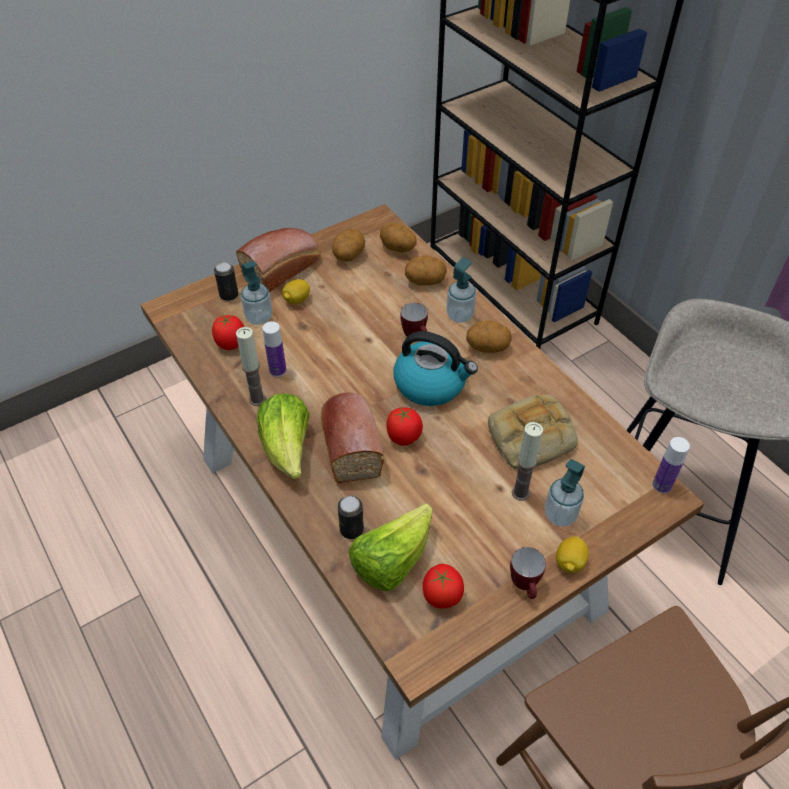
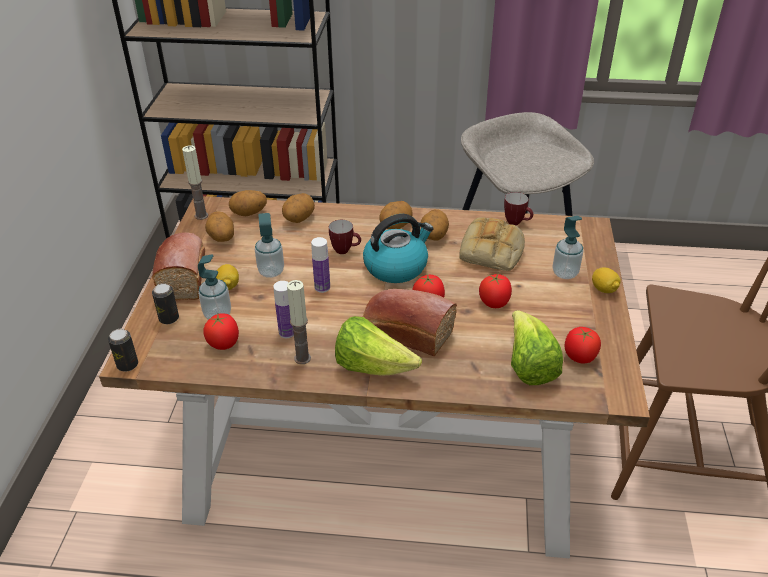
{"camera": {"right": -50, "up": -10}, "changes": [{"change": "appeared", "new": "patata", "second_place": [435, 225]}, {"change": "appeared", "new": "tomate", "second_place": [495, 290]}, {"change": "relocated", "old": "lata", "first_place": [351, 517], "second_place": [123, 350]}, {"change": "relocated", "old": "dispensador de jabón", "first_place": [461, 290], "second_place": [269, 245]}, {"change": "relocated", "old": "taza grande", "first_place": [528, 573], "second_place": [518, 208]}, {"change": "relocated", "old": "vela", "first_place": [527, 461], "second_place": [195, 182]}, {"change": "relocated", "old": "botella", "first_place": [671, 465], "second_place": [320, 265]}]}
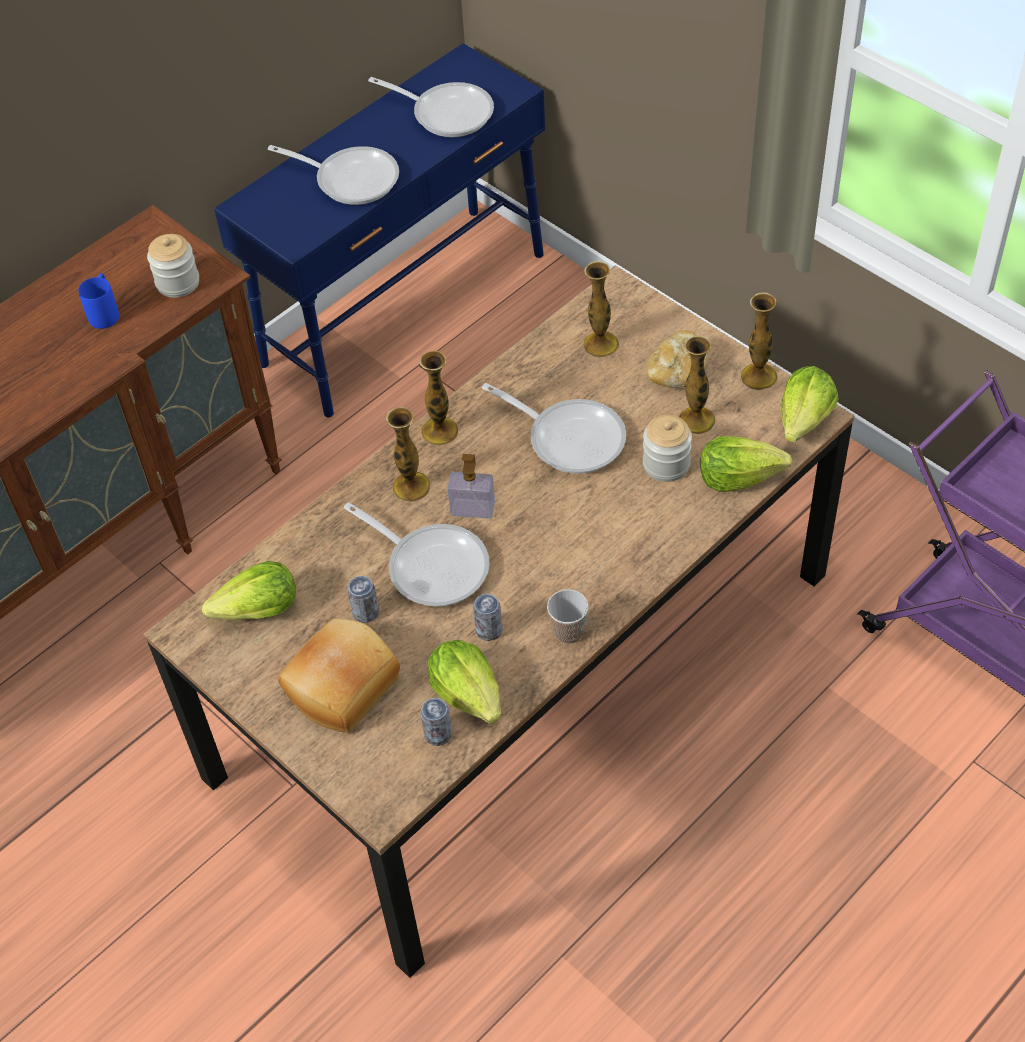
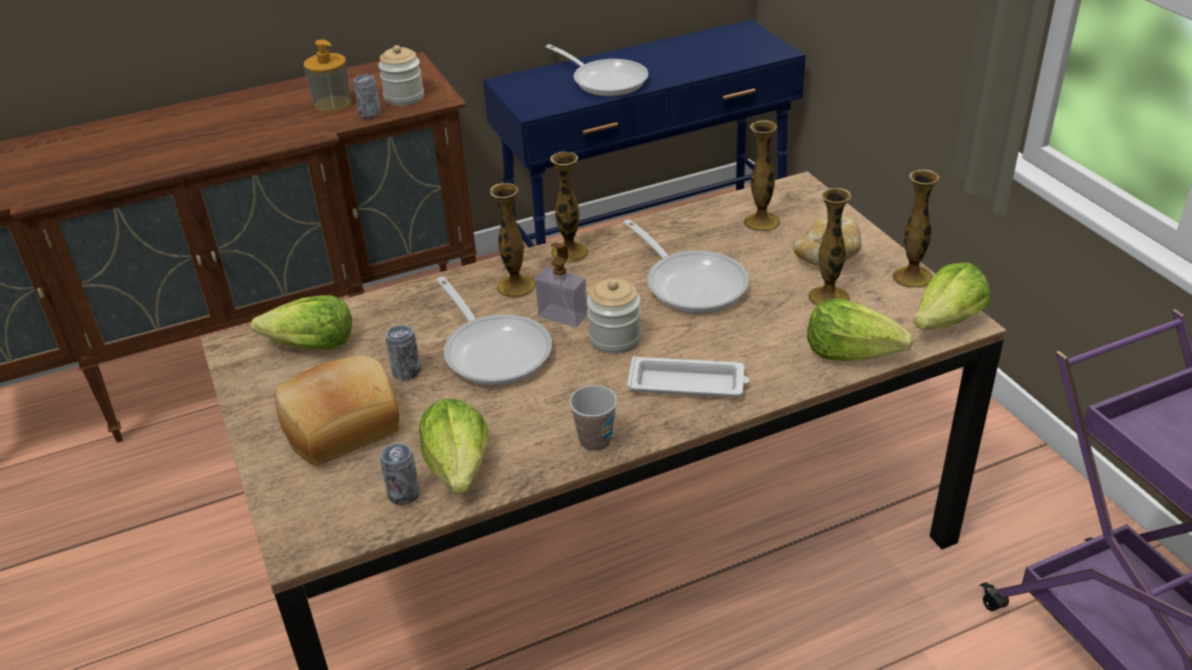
{"camera": {"right": 20, "up": -15}, "changes": [{"change": "missing", "old": "sartén", "first_place": [431, 107]}, {"change": "appeared", "new": "bandeja [blanco]", "second_place": [688, 376]}, {"change": "relocated", "old": "lata", "first_place": [488, 617], "second_place": [367, 97]}, {"change": "relocated", "old": "tarro", "first_place": [667, 448], "second_place": [614, 316]}, {"change": "exchanged", "old": "taza grande [azul]", "new": "dispensador de jabón", "first_place": [98, 301], "second_place": [327, 76]}]}
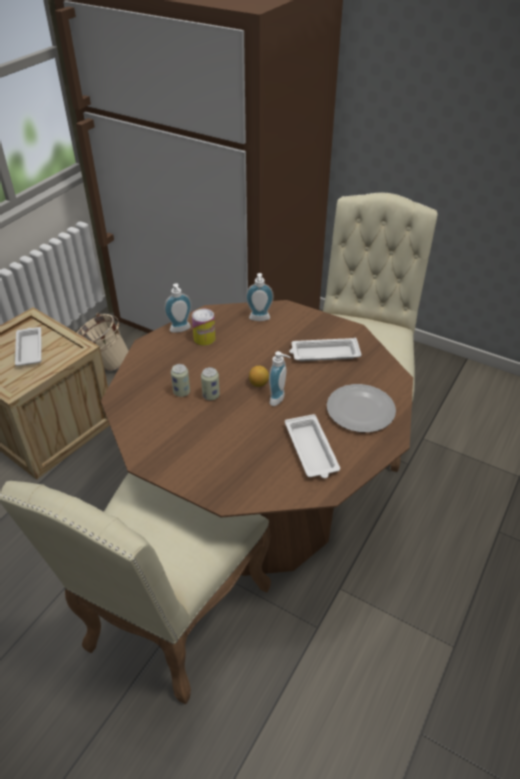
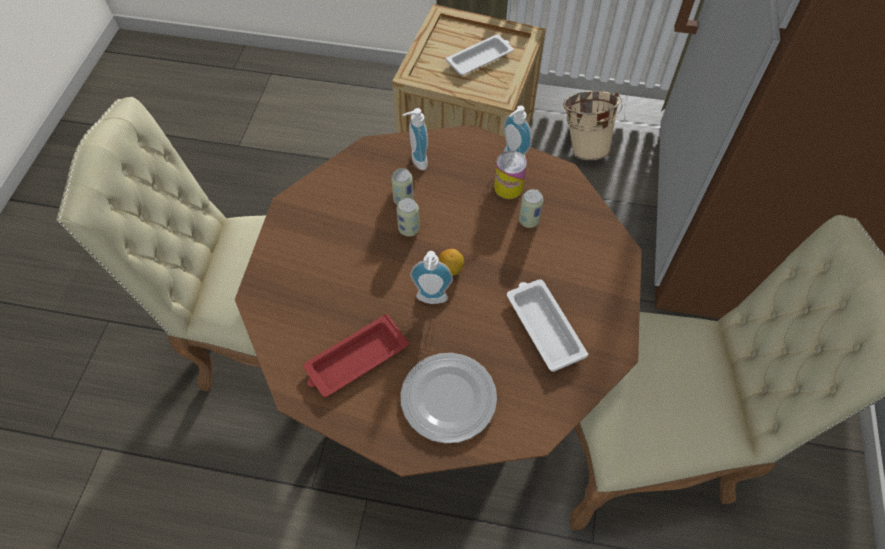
{"camera": {"right": 70, "up": 15}, "changes": [{"change": "appeared", "new": "lata", "second_place": [531, 208]}, {"change": "relocated", "old": "dispensador de jabón", "first_place": [260, 297], "second_place": [415, 139]}, {"change": "colour", "old": "bandeja [blanco]", "new": "bandeja [rojo]", "first_place": [312, 446], "second_place": [356, 355]}]}
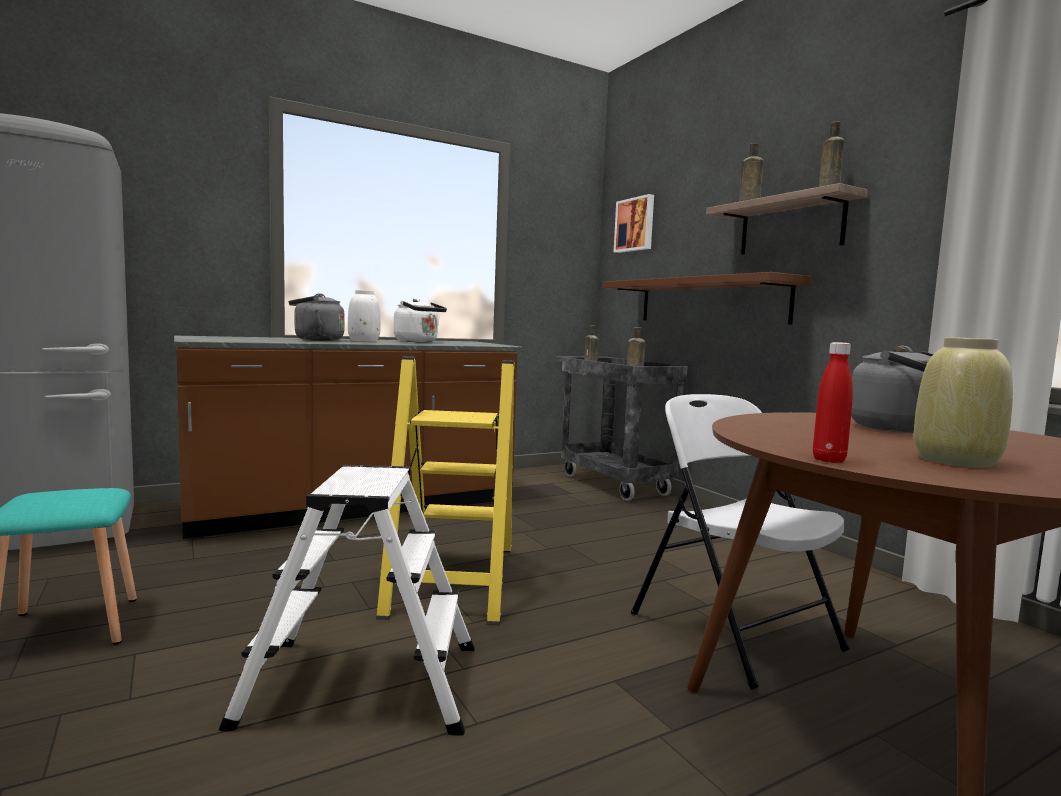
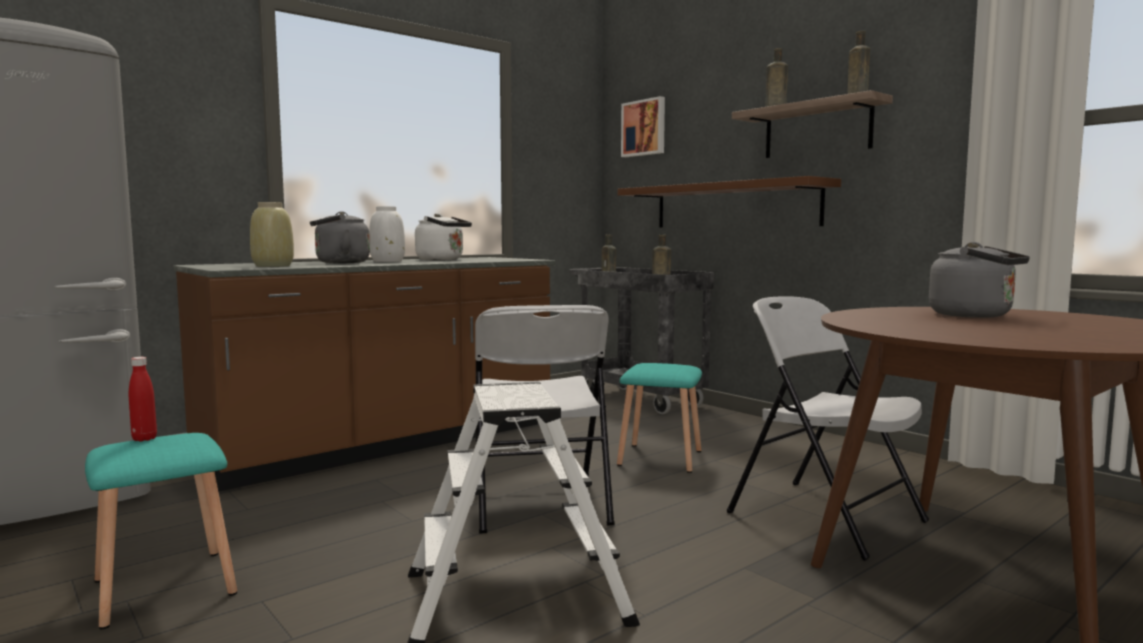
{"camera": {"right": -10, "up": 0}, "changes": [{"change": "appeared", "new": "taburete [turquesa]", "second_place": [659, 418]}, {"change": "relocated", "old": "botella [rojo]", "first_place": [833, 402], "second_place": [143, 399]}, {"change": "relocated", "old": "florero [beis]", "first_place": [963, 402], "second_place": [272, 234]}, {"change": "exchanged", "old": "escalera de tijera [amarillo]", "new": "silla [blanco]", "first_place": [445, 490], "second_place": [545, 419]}]}
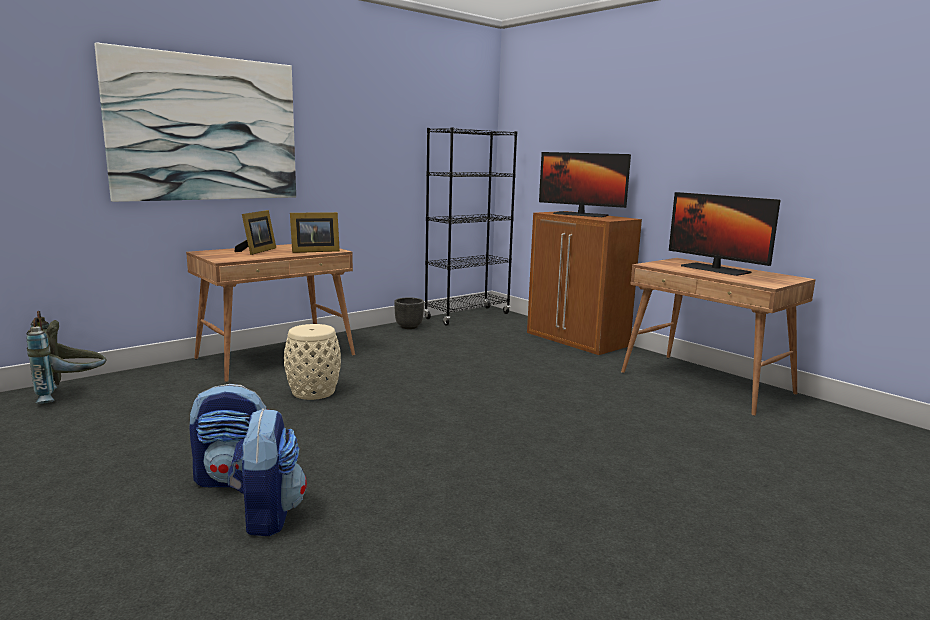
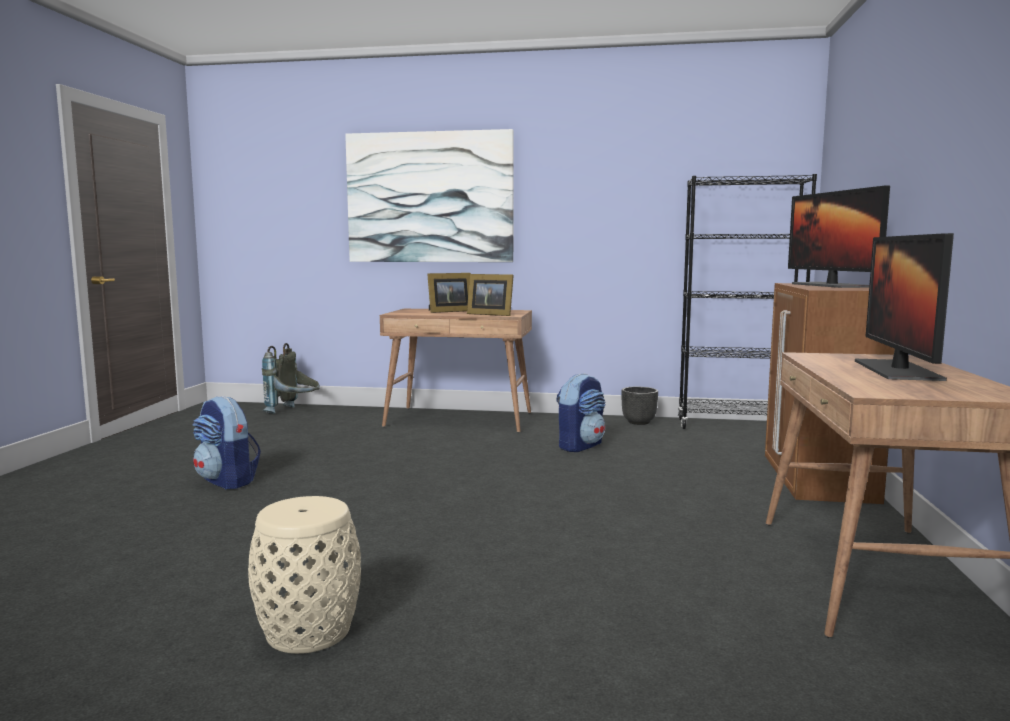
{"camera": {"right": 50, "up": -5}, "changes": [{"change": "relocated", "old": "mochila", "first_place": [267, 472], "second_place": [581, 412]}, {"change": "relocated", "old": "taburete [beis]", "first_place": [312, 362], "second_place": [304, 575]}]}
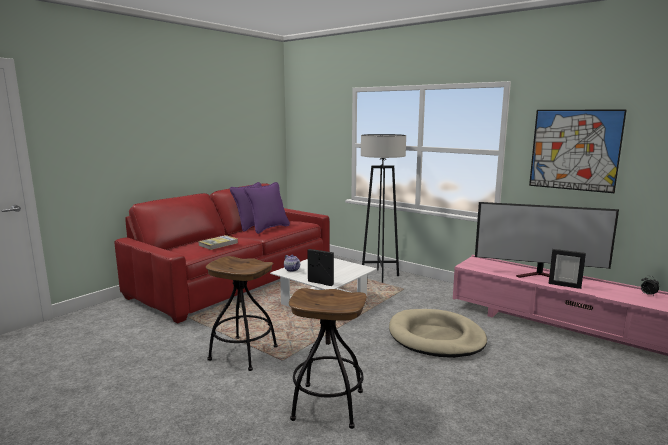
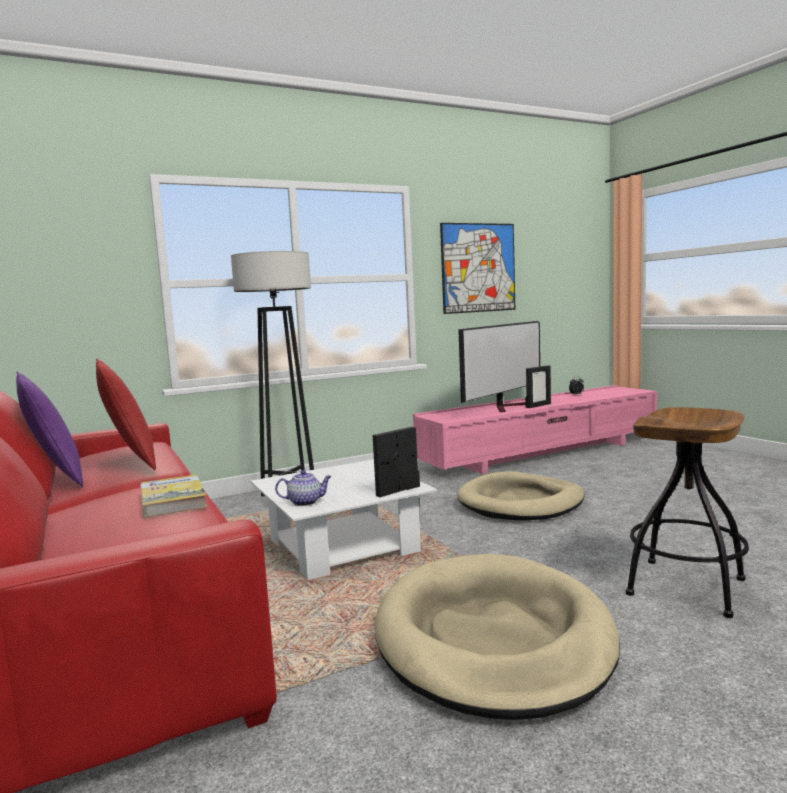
{"camera": {"right": -65, "up": -5}, "changes": [{"change": "exchanged", "old": "taburete [marrón]", "new": "cama para perro [beis]", "first_place": [242, 313], "second_place": [497, 637]}, {"change": "colour", "old": "cojín [morado]", "new": "cojín [rojo]", "first_place": [267, 208], "second_place": [126, 414]}]}
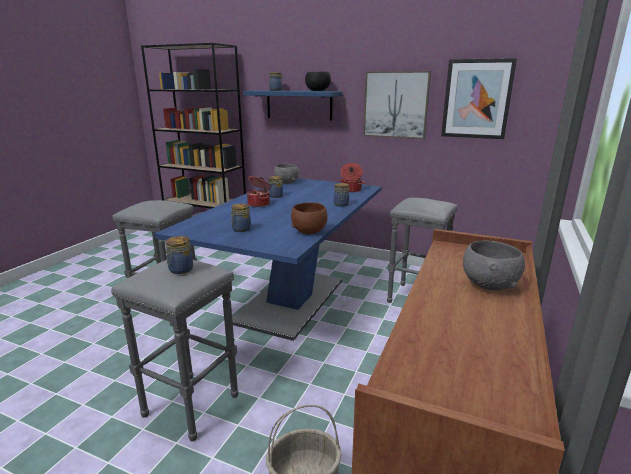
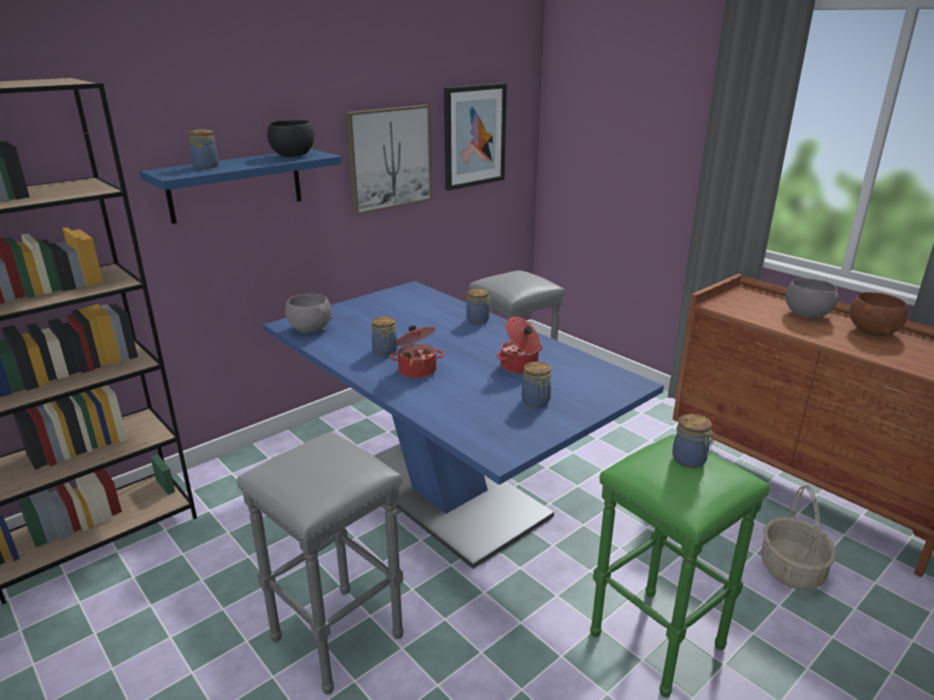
{"camera": {"right": -65, "up": 5}, "changes": [{"change": "relocated", "old": "cuenco [marrón]", "first_place": [309, 218], "second_place": [879, 314]}, {"change": "relocated", "old": "olla", "first_place": [352, 177], "second_place": [520, 345]}, {"change": "colour", "old": "taburete [gris]", "new": "taburete [verde]", "first_place": [175, 350], "second_place": [680, 566]}]}
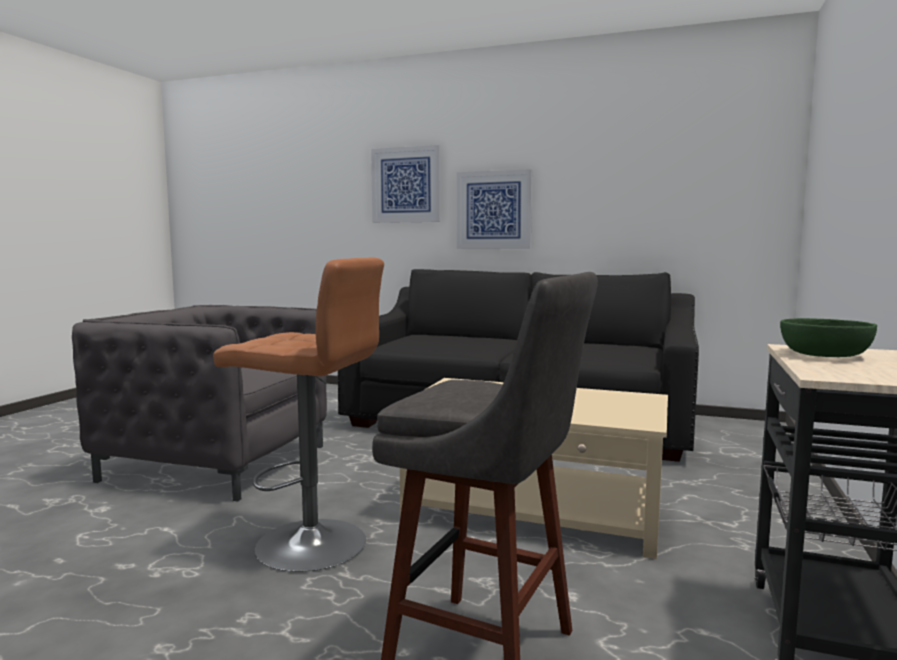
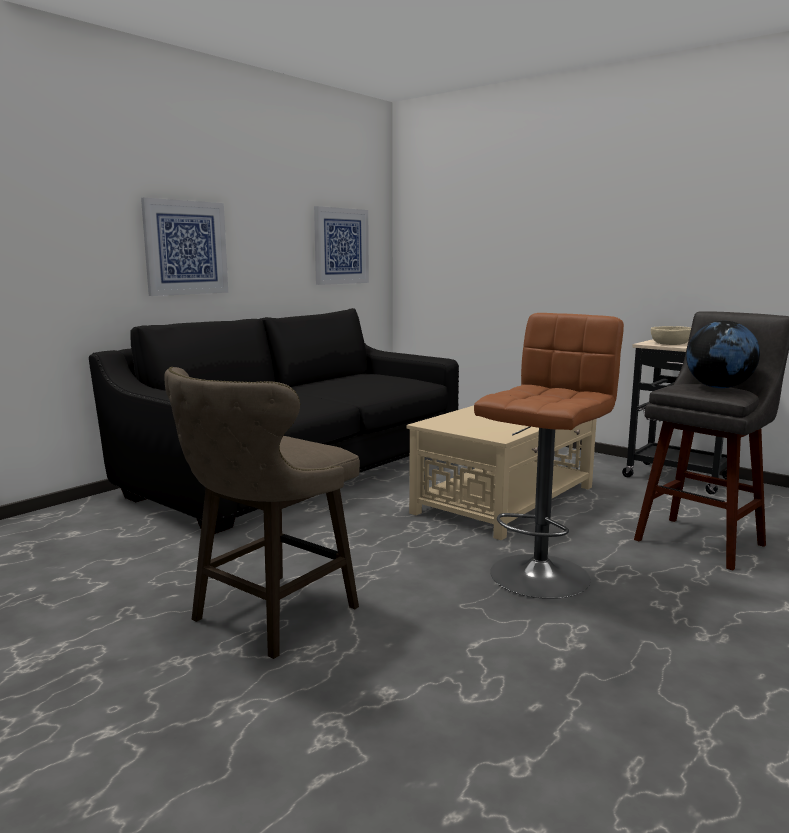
{"camera": {"right": -70, "up": 5}, "changes": [{"change": "appeared", "new": "globo terráqueo", "second_place": [723, 354]}, {"change": "relocated", "old": "cuadro", "first_place": [406, 184], "second_place": [341, 245]}, {"change": "exchanged", "old": "sillón [gris]", "new": "taburete [beis]", "first_place": [199, 403], "second_place": [262, 513]}, {"change": "colour", "old": "cuenco [verde]", "new": "cuenco [beis]", "first_place": [828, 337], "second_place": [671, 335]}]}
